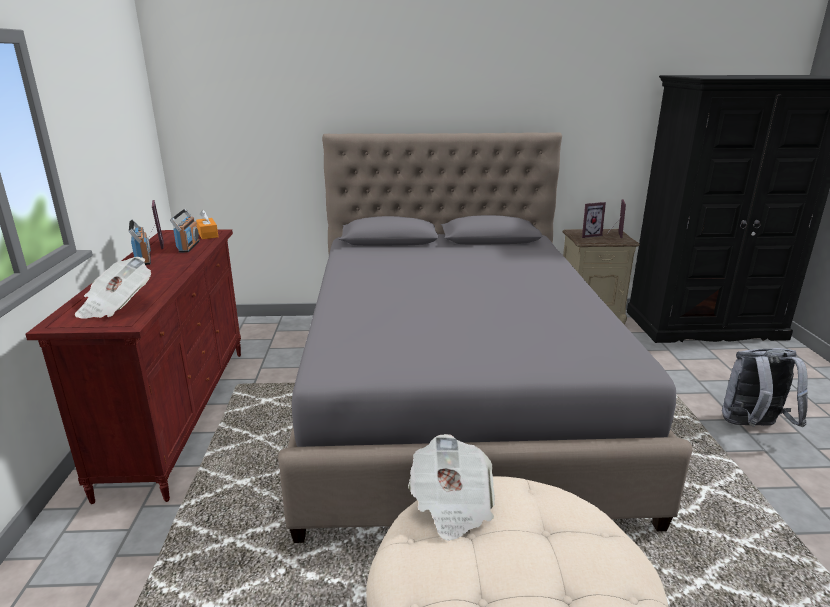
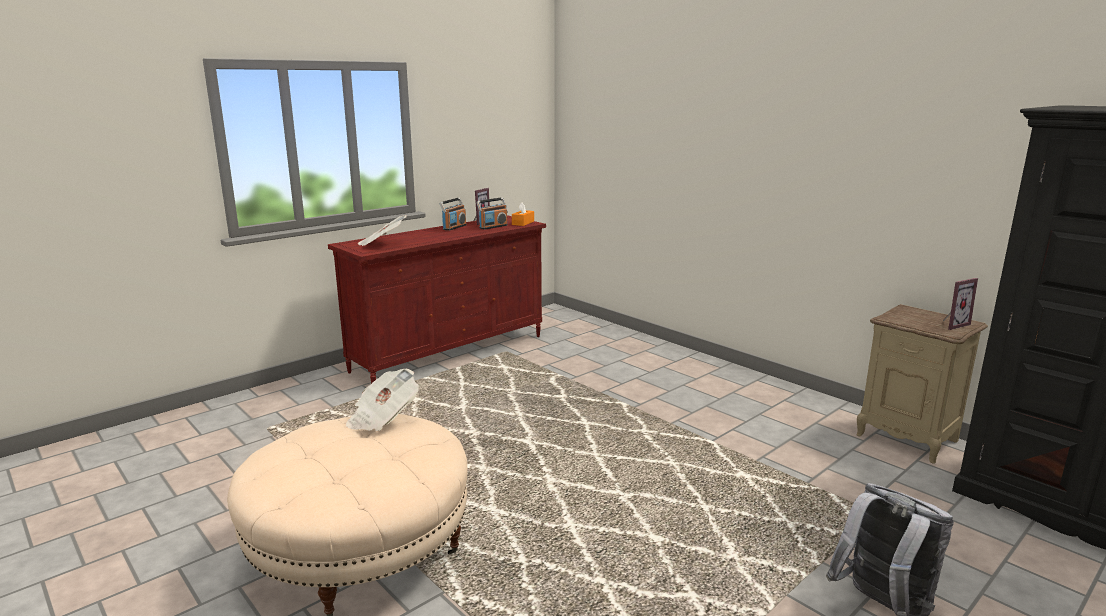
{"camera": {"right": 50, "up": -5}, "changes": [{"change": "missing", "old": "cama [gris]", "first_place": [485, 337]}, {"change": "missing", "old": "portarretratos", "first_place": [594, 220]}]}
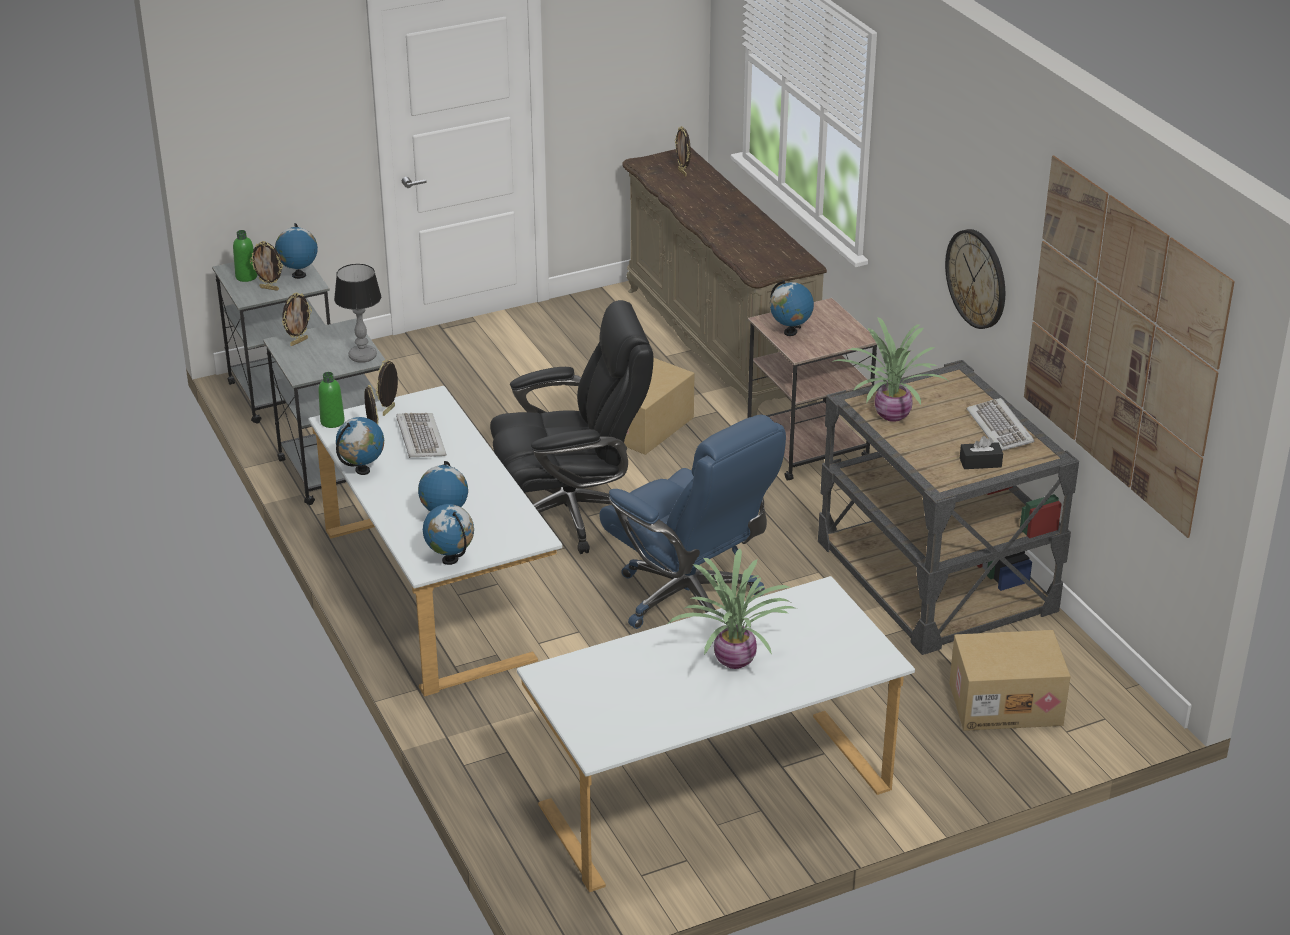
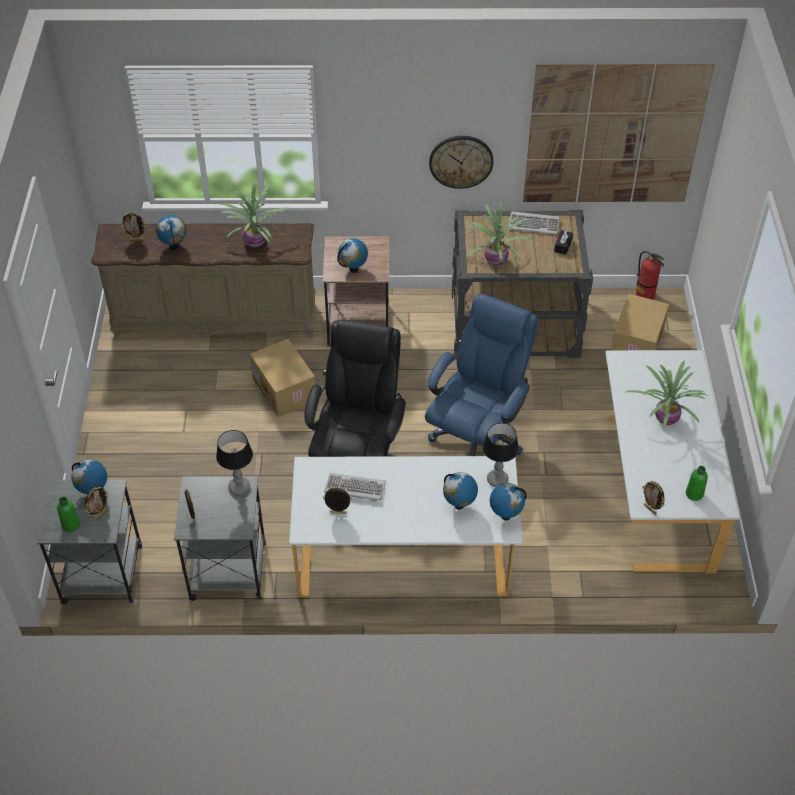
{"camera": {"right": -65, "up": 15}, "changes": [{"change": "appeared", "new": "planta en maceta", "second_place": [255, 214]}, {"change": "appeared", "new": "lámpara de mesa", "second_place": [501, 455]}, {"change": "appeared", "new": "extintor", "second_place": [650, 275]}, {"change": "relocated", "old": "botella [verde]", "first_place": [331, 400], "second_place": [697, 483]}, {"change": "relocated", "old": "globo terráqueo", "first_place": [360, 446], "second_place": [171, 232]}, {"change": "relocated", "old": "portarretratos", "first_place": [387, 387], "second_place": [654, 498]}, {"change": "spun", "old": "silla de oficina [azul]", "first_place": [693, 521], "second_place": [481, 375], "degrees": -45}]}
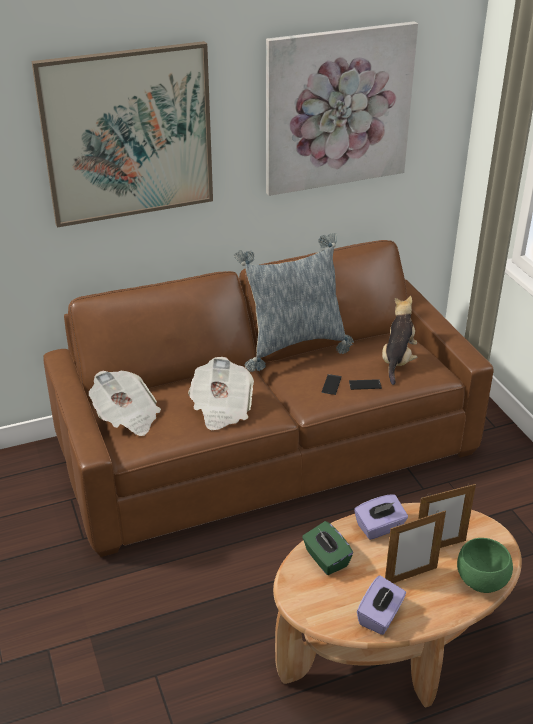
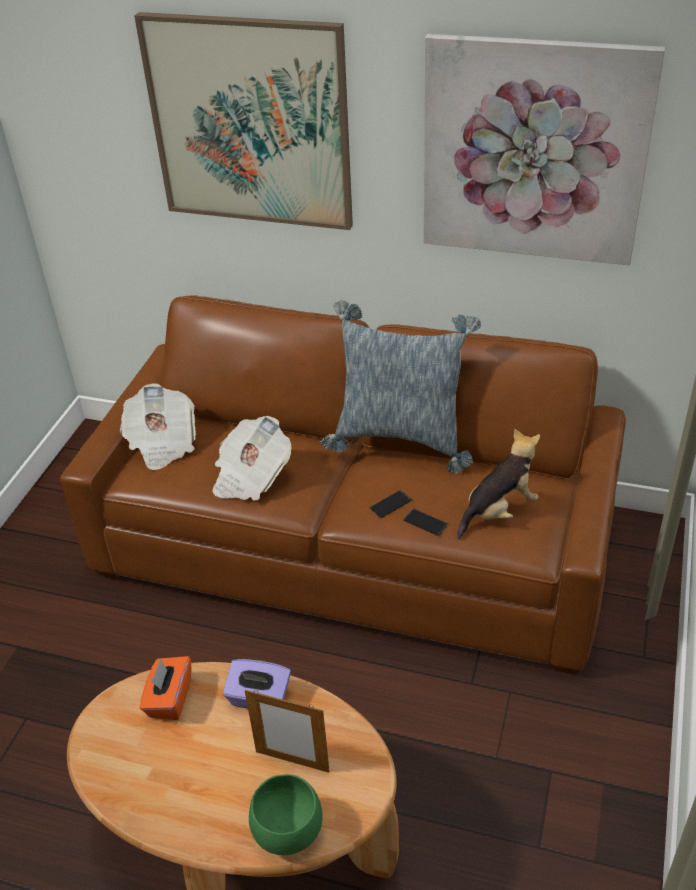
{"camera": {"right": 40, "up": 5}, "changes": [{"change": "missing", "old": "caja de pañuelos [morado]", "first_place": [381, 605]}, {"change": "missing", "old": "portarretratos", "first_place": [415, 546]}, {"change": "colour", "old": "caja de pañuelos [verde]", "new": "caja de pañuelos [naranja]", "first_place": [327, 548], "second_place": [165, 688]}]}
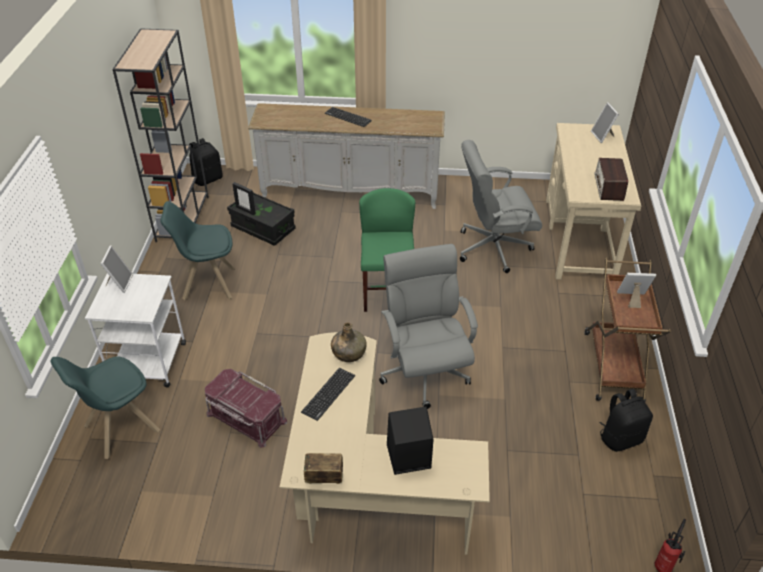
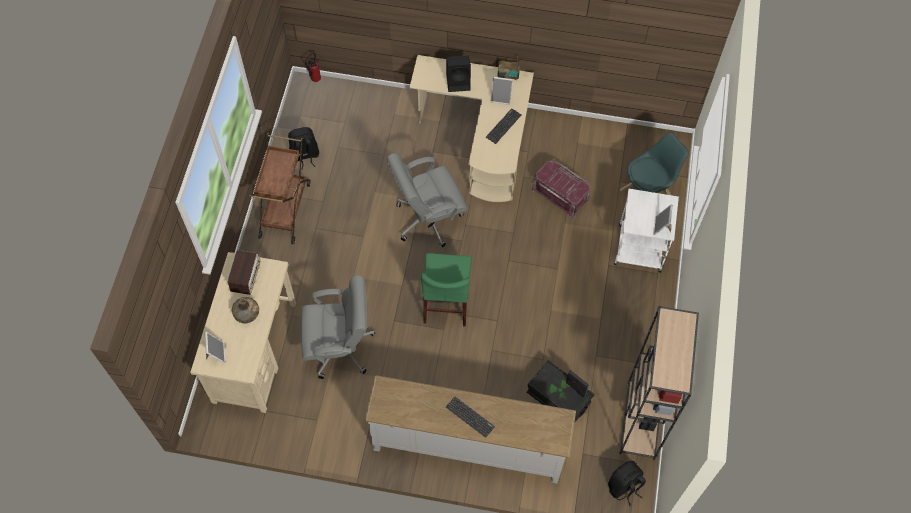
{"camera": {"right": -175, "up": 20}, "changes": [{"change": "missing", "old": "silla [turquesa]", "first_place": [197, 250]}, {"change": "relocated", "old": "botella [verde]", "first_place": [349, 342], "second_place": [245, 310]}, {"change": "relocated", "old": "portarretratos", "first_place": [636, 290], "second_place": [502, 91]}, {"change": "spun", "old": "silla de oficina [gris]", "first_place": [428, 326], "second_place": [427, 200], "degrees": 75}]}
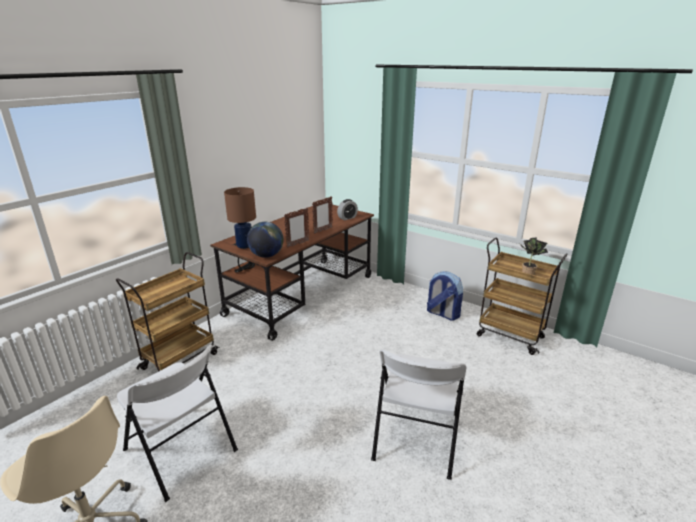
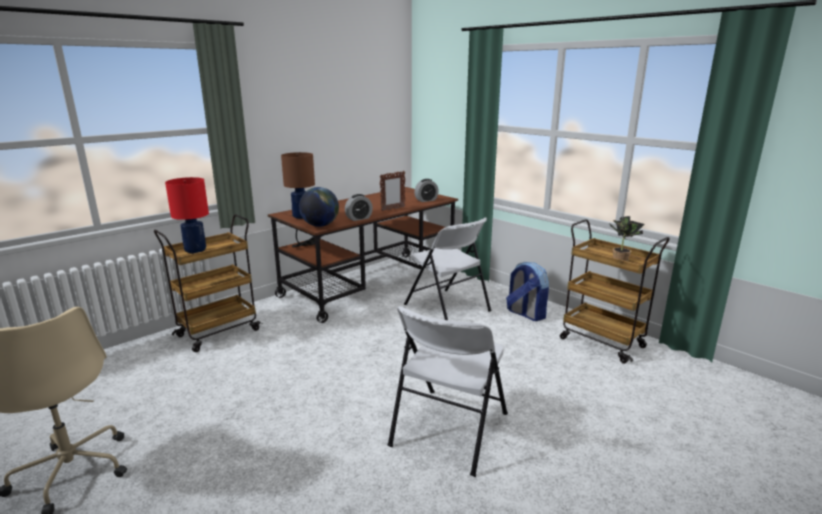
{"camera": {"right": 10, "up": -5}, "changes": [{"change": "appeared", "new": "lámpara de mesa [rojo]", "second_place": [187, 215]}, {"change": "relocated", "old": "silla [blanco]", "first_place": [177, 423], "second_place": [447, 268]}, {"change": "exchanged", "old": "portarretratos", "new": "despertador", "first_place": [296, 228], "second_place": [359, 207]}]}
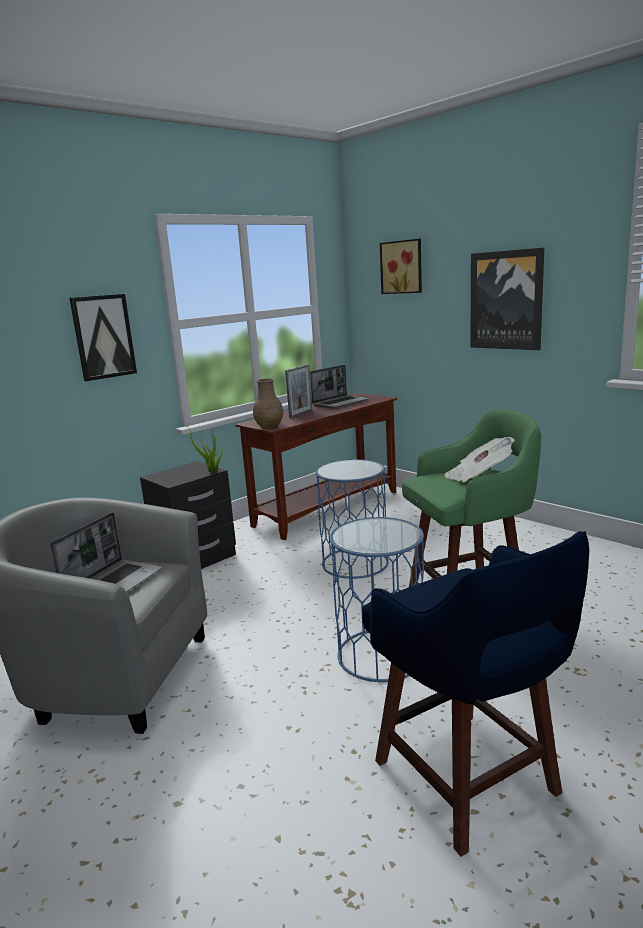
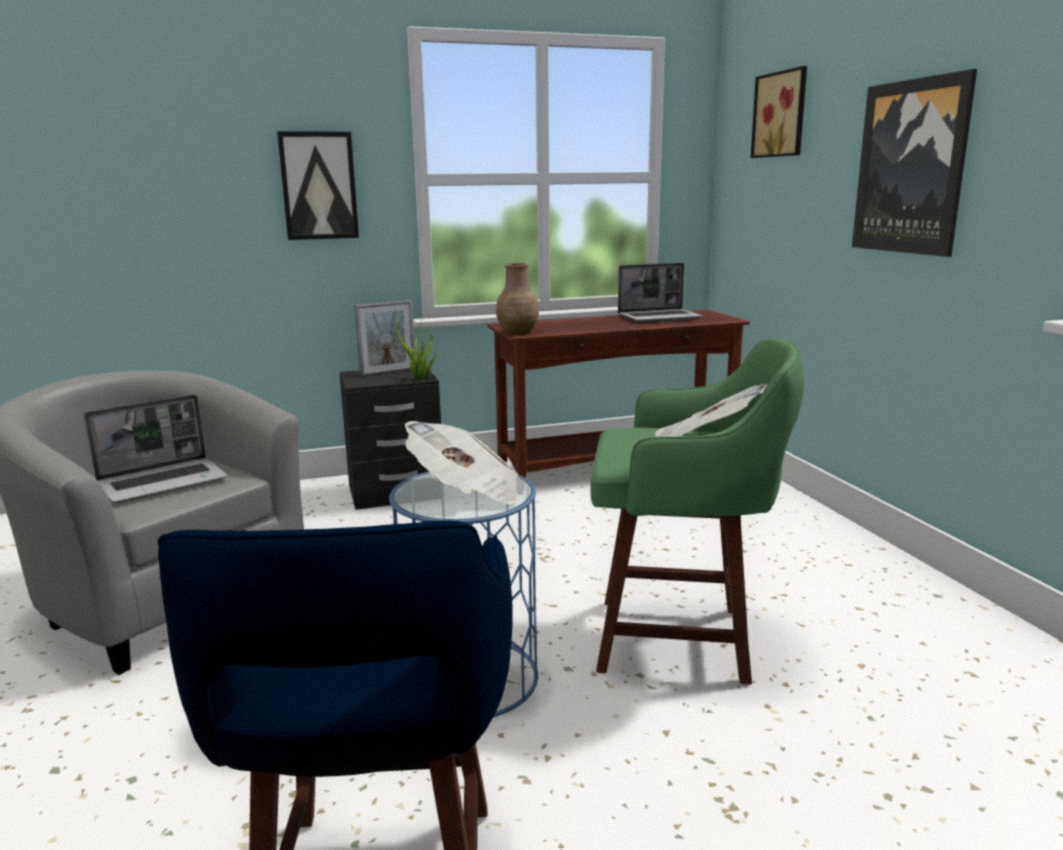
{"camera": {"right": 25, "up": 0}, "changes": [{"change": "missing", "old": "mesa auxiliar [azul]", "first_place": [352, 519]}, {"change": "appeared", "new": "periódico", "second_place": [461, 462]}, {"change": "relocated", "old": "portarretratos", "first_place": [299, 391], "second_place": [385, 338]}]}
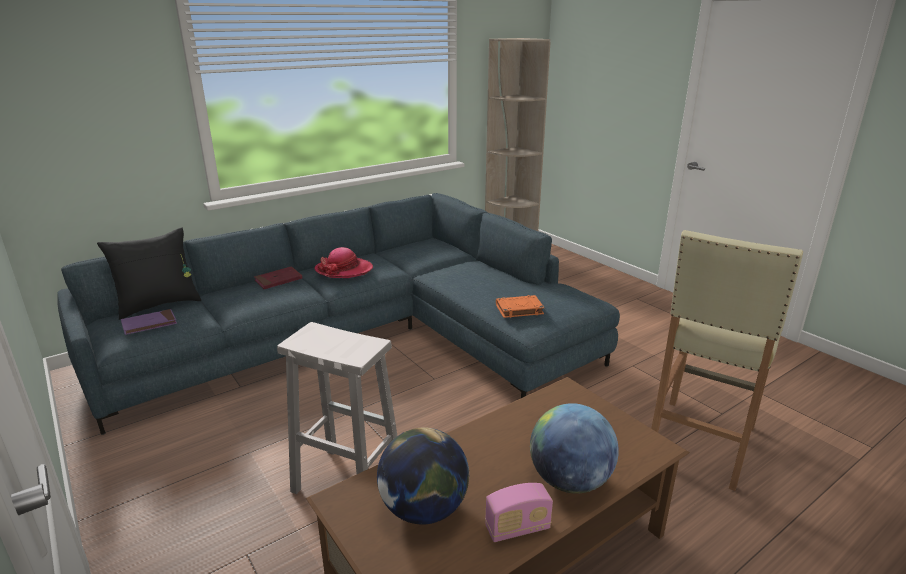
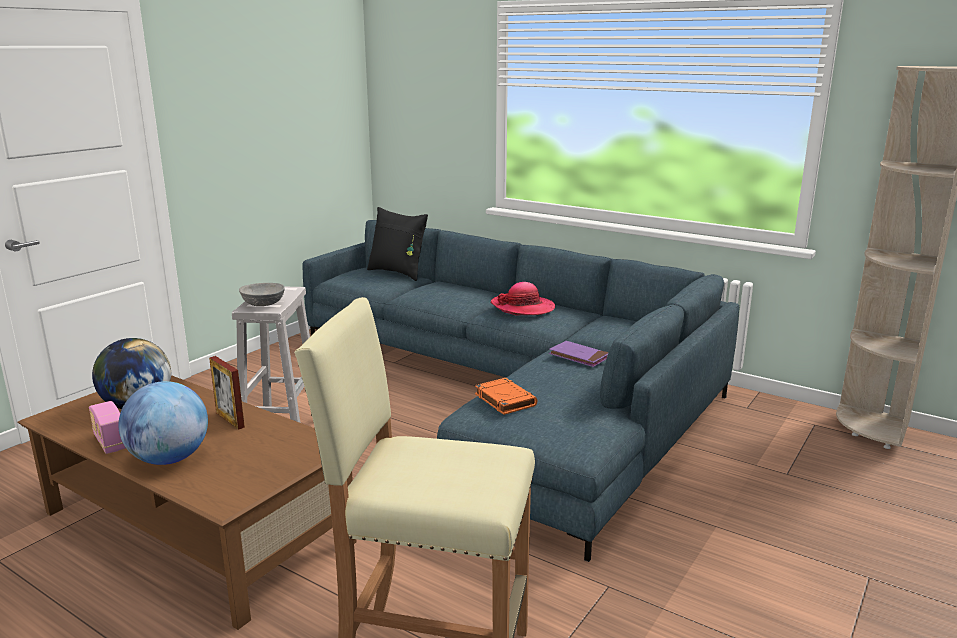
{"camera": {"right": 70, "up": -5}, "changes": [{"change": "missing", "old": "libro [rojo]", "first_place": [278, 277]}, {"change": "appeared", "new": "portarretratos", "second_place": [227, 393]}, {"change": "appeared", "new": "cuenco [gris]", "second_place": [262, 294]}, {"change": "relocated", "old": "libro [morado]", "first_place": [149, 322], "second_place": [579, 354]}]}
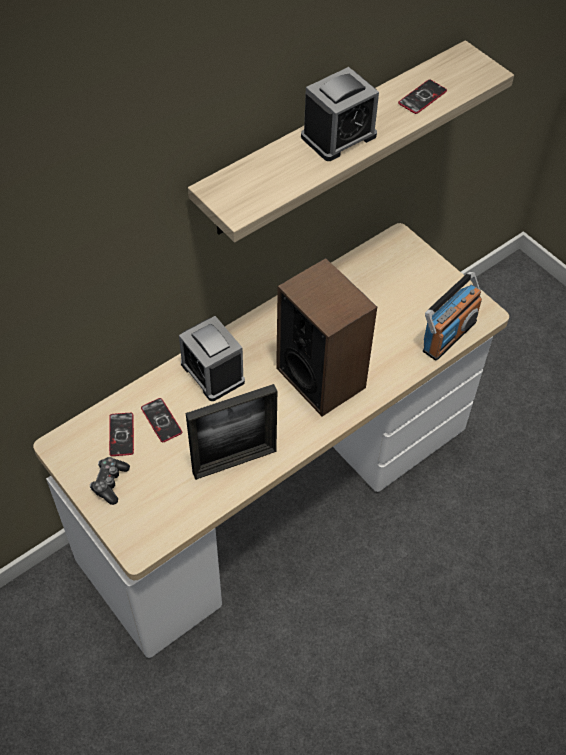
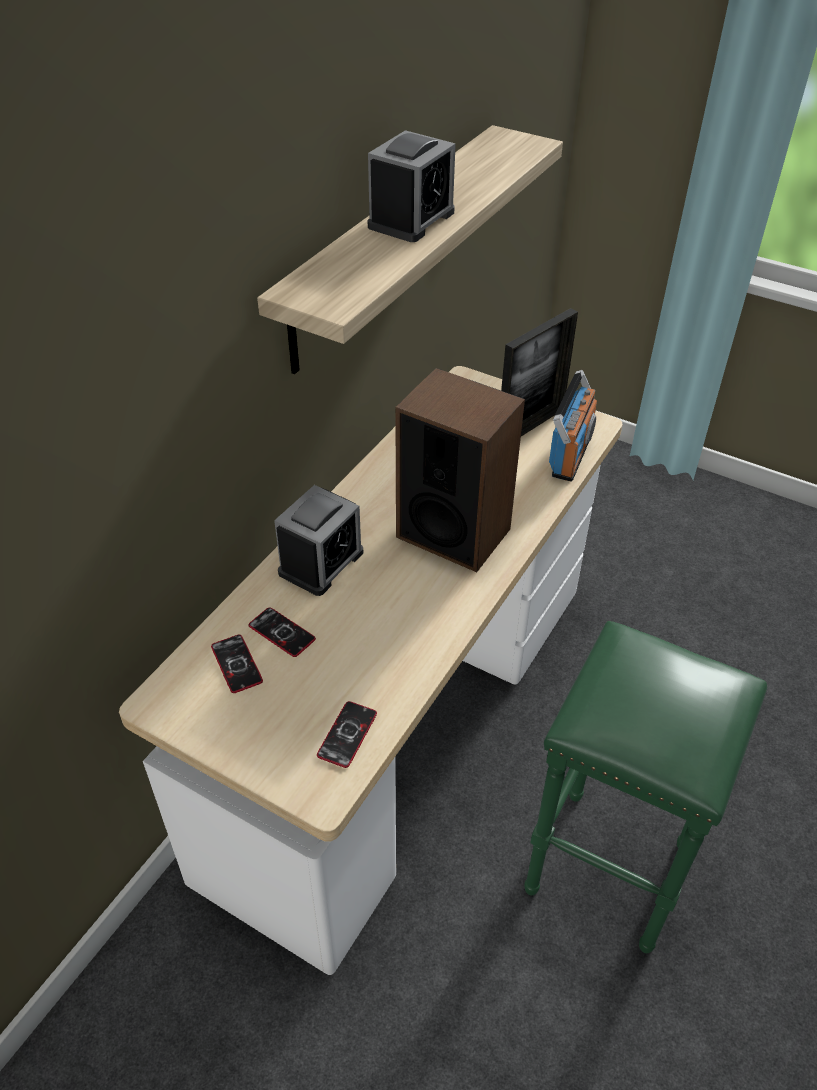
{"camera": {"right": -20, "up": -10}, "changes": [{"change": "missing", "old": "mando de consola", "first_place": [110, 481]}, {"change": "appeared", "new": "taburete [verde]", "second_place": [645, 787]}, {"change": "relocated", "old": "portarretratos", "first_place": [231, 432], "second_place": [539, 372]}, {"change": "relocated", "old": "móvil", "first_place": [422, 97], "second_place": [347, 734]}, {"change": "spun", "old": "despertador", "first_place": [212, 358], "second_place": [318, 540], "degrees": -90}]}
